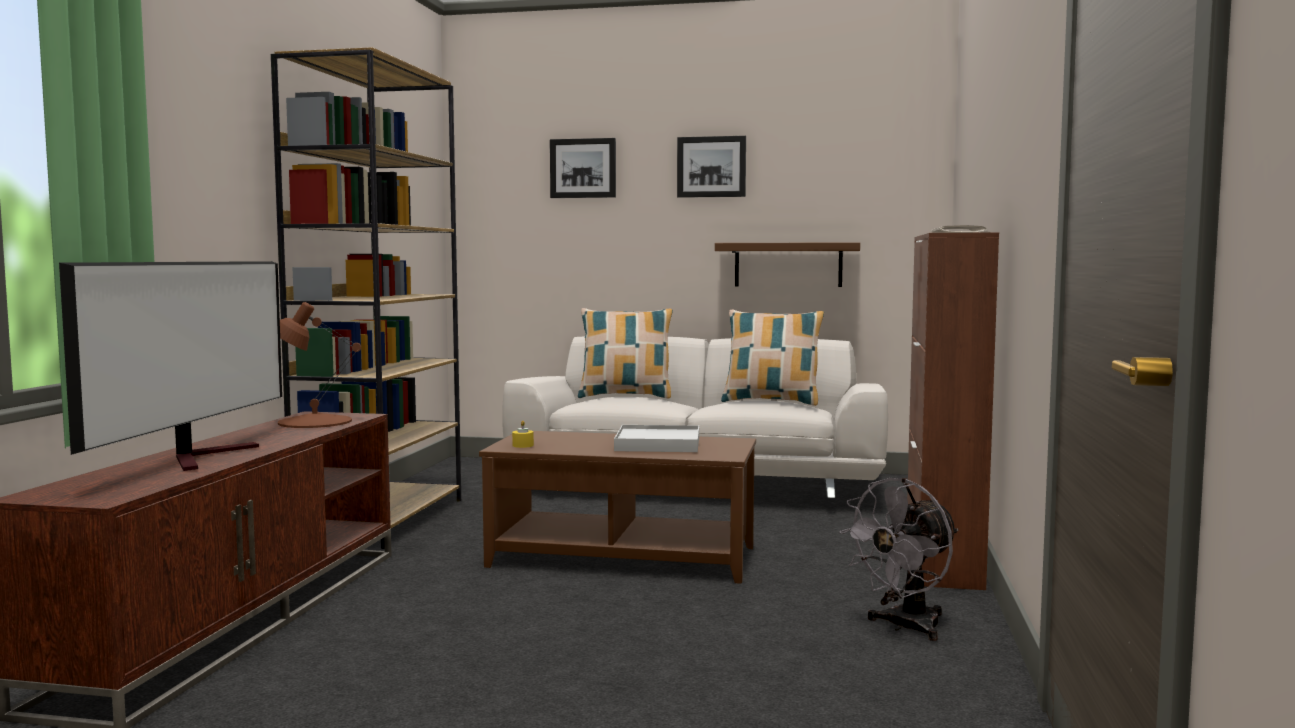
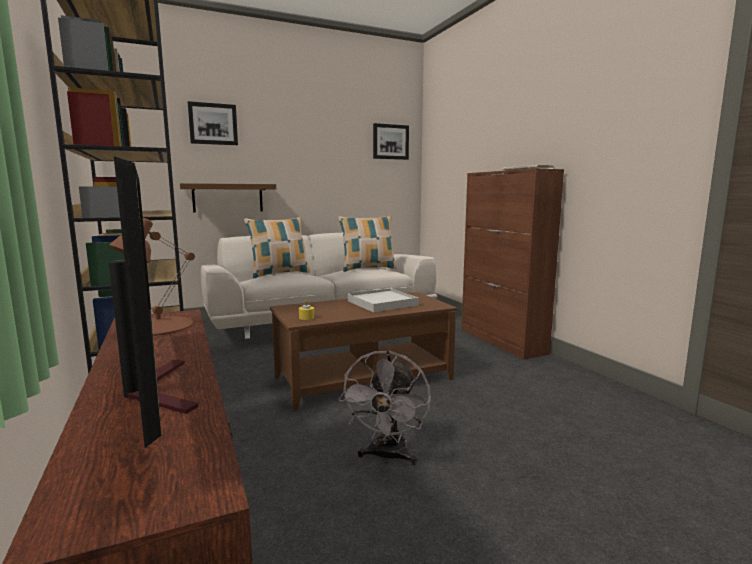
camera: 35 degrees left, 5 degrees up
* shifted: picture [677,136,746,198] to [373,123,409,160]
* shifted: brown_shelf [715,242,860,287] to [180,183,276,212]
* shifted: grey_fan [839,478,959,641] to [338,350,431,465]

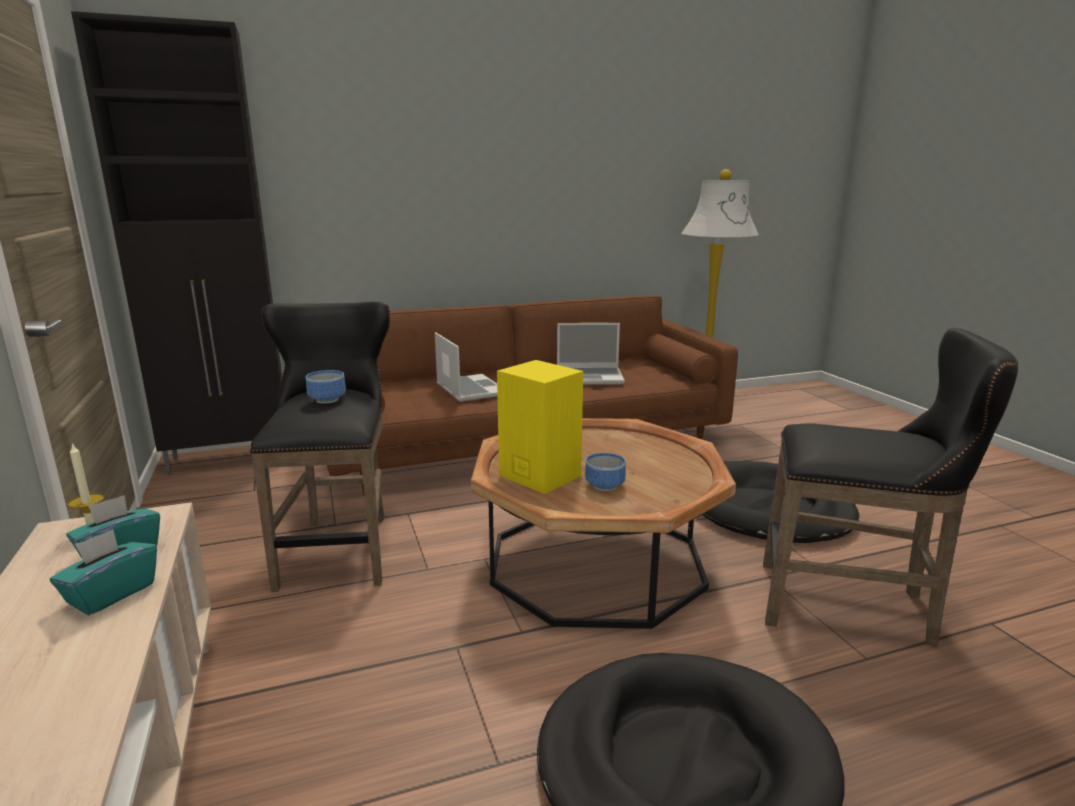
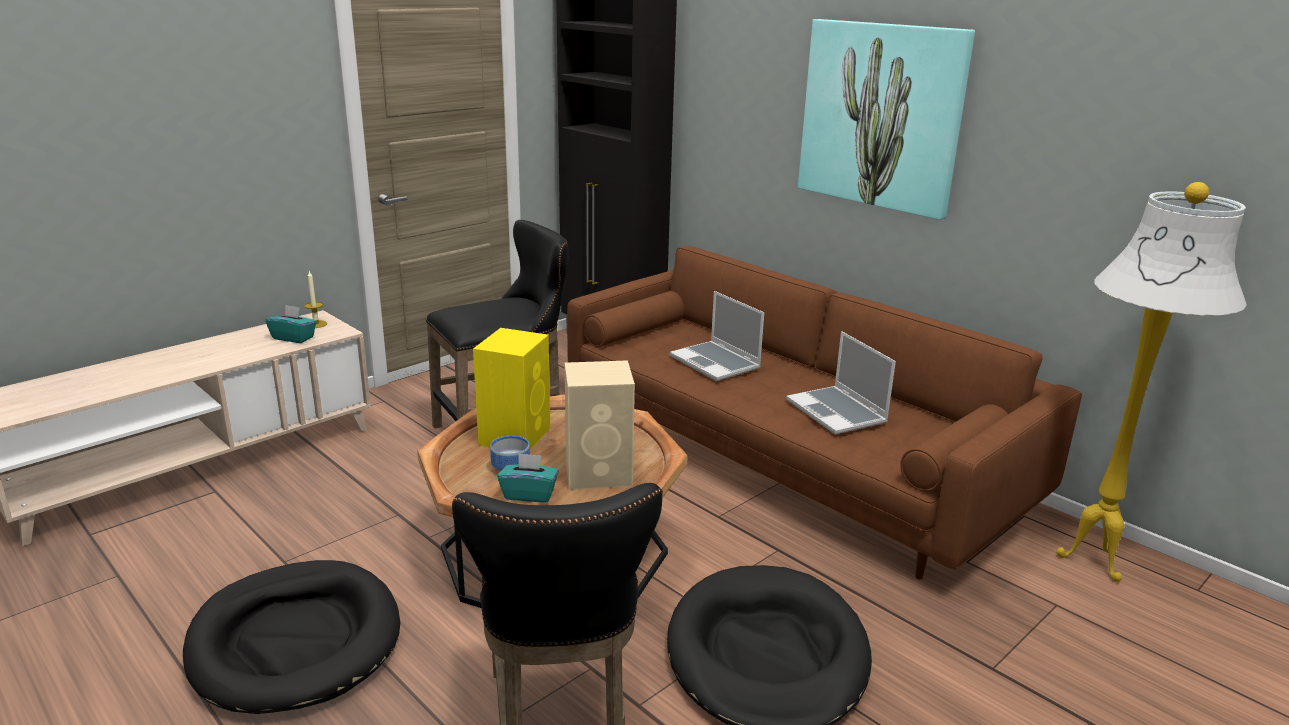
camera: 65 degrees right, 5 degrees up
* rotated: laptop [435,332,497,402] = [670,291,764,381] 105 degrees clockwise
* gone: bowl [306,370,346,404]
* shifted: turquoise_tissue_box [50,529,157,616] to [498,453,559,502]
* new: picture [798,19,975,220]
* new: beige_speaker [565,360,635,490]

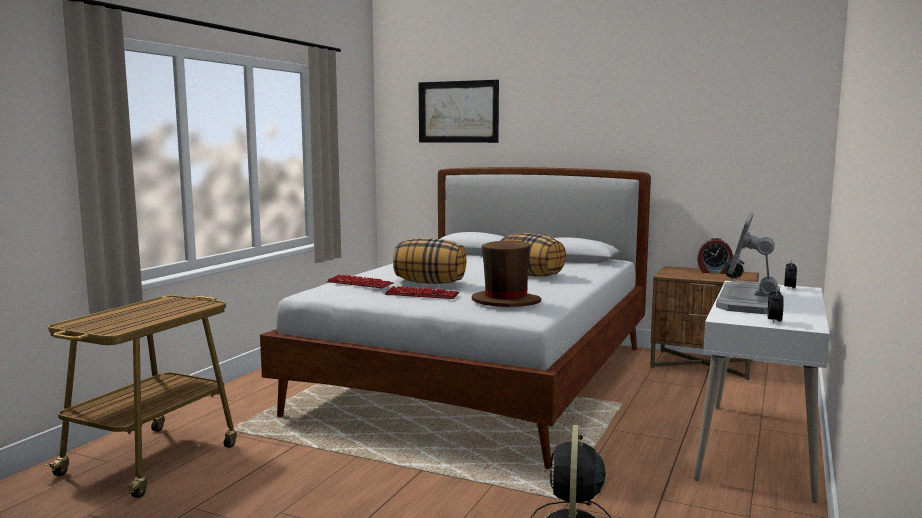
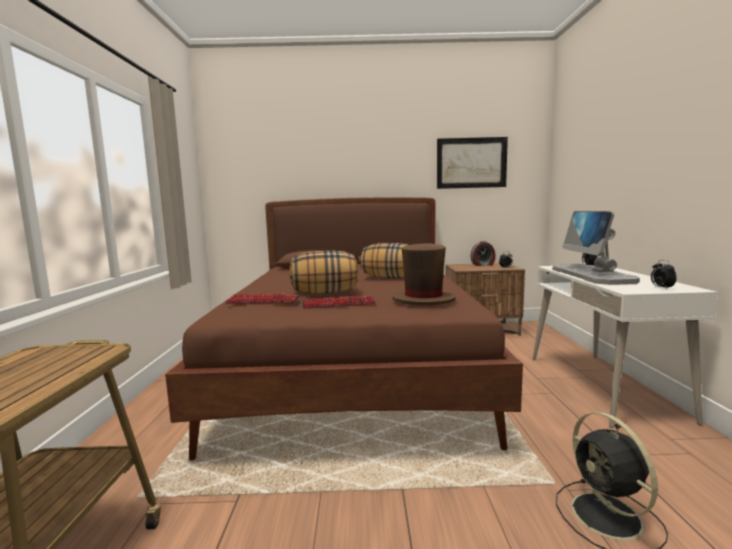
camera: 25 degrees left, 0 degrees up
* shifted: picture [419,80,499,143] to [437,137,508,189]
* repainted: white_bed [260,167,651,469] to brown_bed [165,197,523,461]

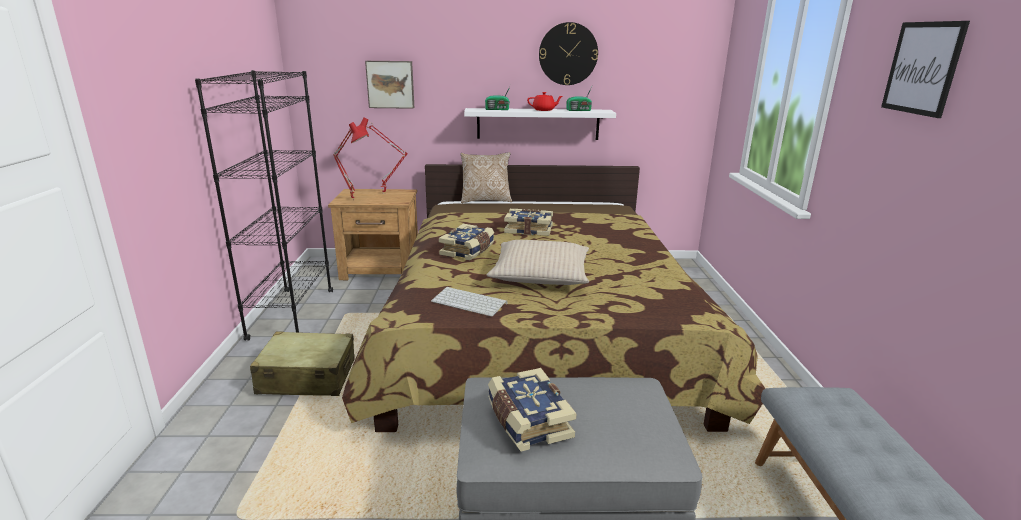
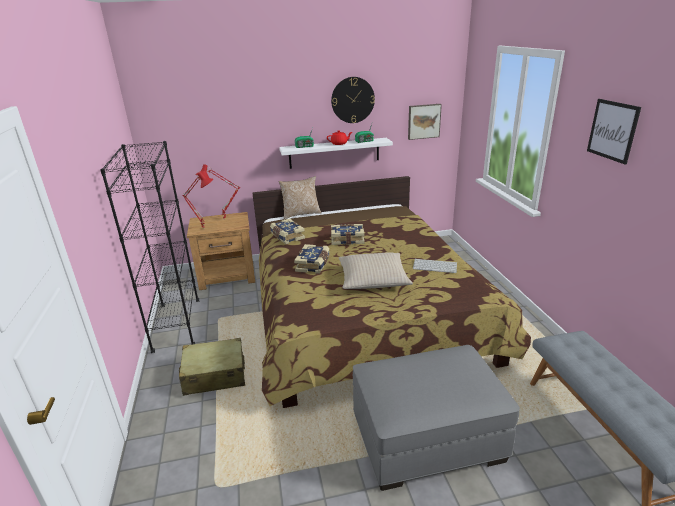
camera: 10 degrees left, 5 degrees up
* shifted: picture [365,61,414,109] to [408,104,442,140]
* shifted: keyboard [431,287,507,317] to [413,259,457,273]
* shifted: book [488,368,576,452] to [270,218,305,244]

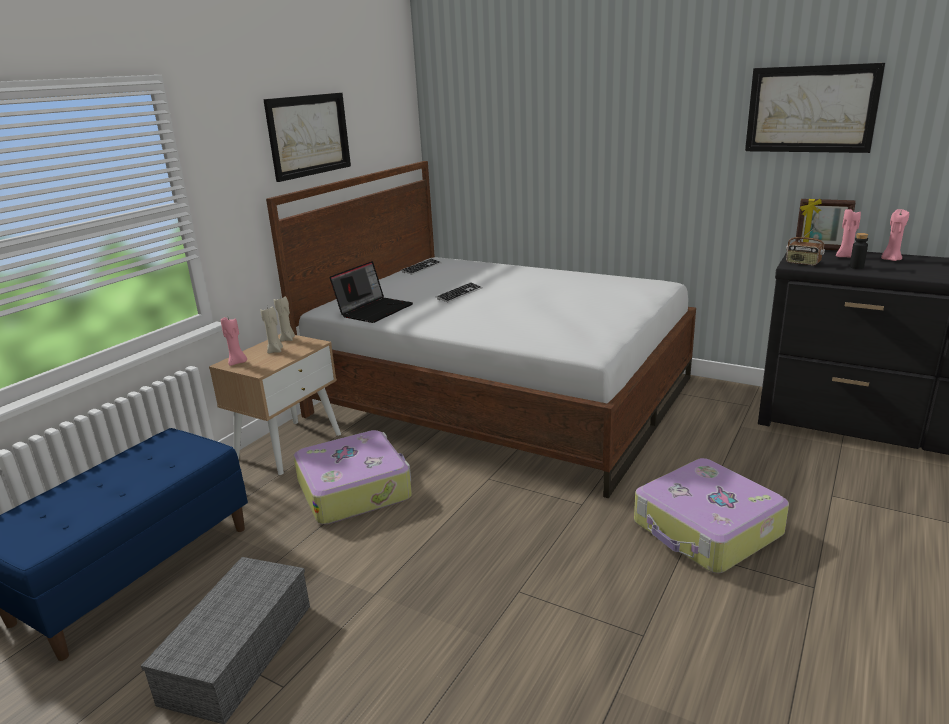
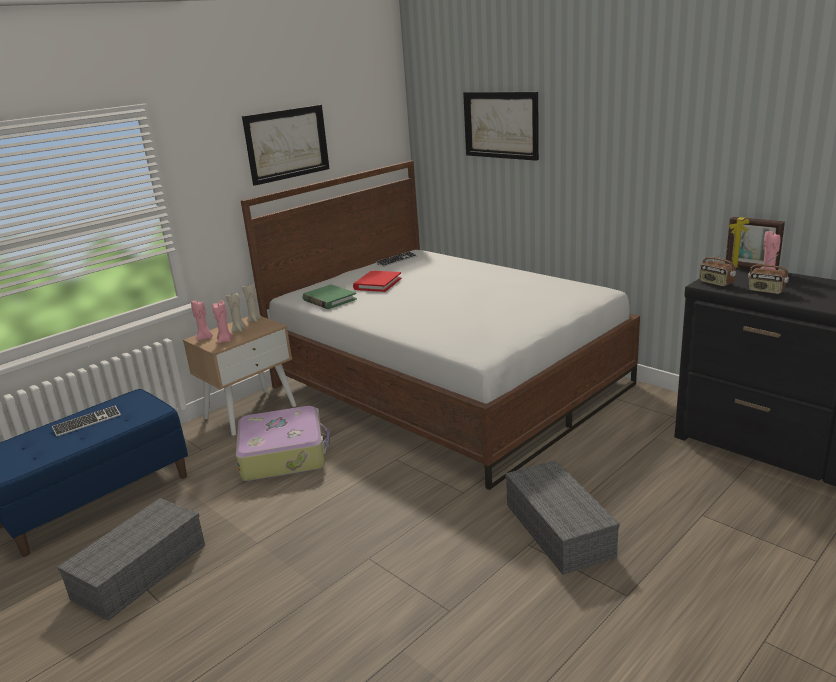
camera: 15 degrees right, 0 degrees up
* shifted: picture [745,63,885,153] to [463,92,539,161]
* shifted: pink_candle [881,209,909,261] to [213,301,234,343]
* swapped: black_bottle [850,233,868,269] to radio [748,254,789,294]
* swapped: laptop [330,261,413,323] to green_book [303,284,357,309]
* shifted: keyboard [436,282,483,302] to [52,406,121,437]
* swapped: suitcase [634,458,789,573] to grey_storage_box [505,460,620,575]
* new: red_book [353,271,402,292]

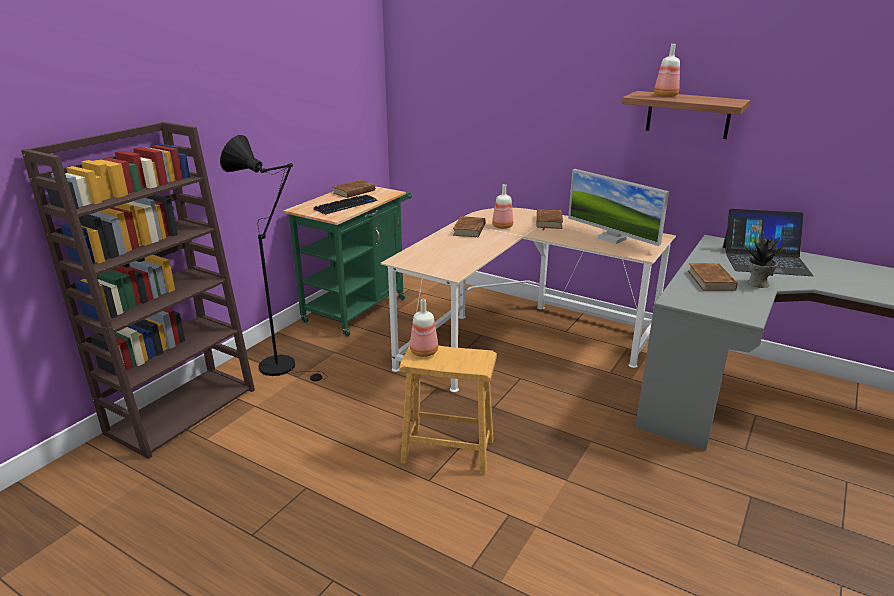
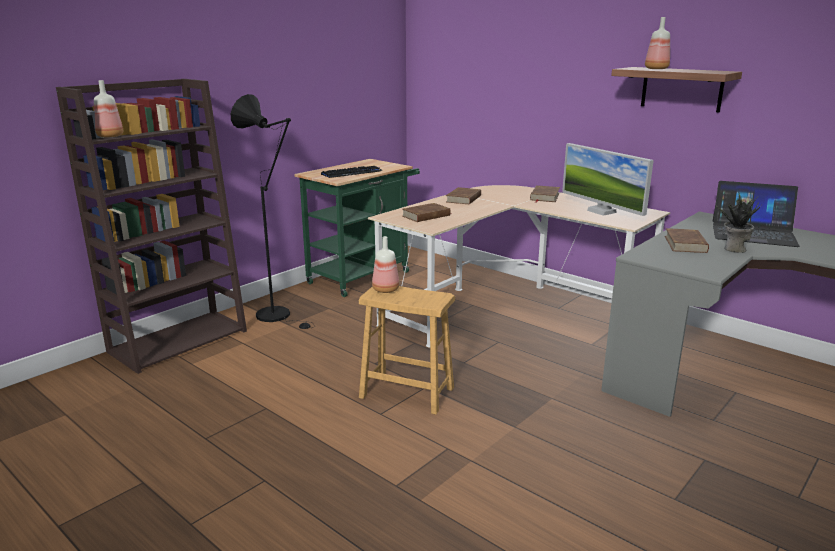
camera: 10 degrees right, 5 degrees down
* shifted: brown_book [333,180,376,198] to [402,203,452,222]
* shifted: bottle [492,184,513,229] to [94,80,123,137]

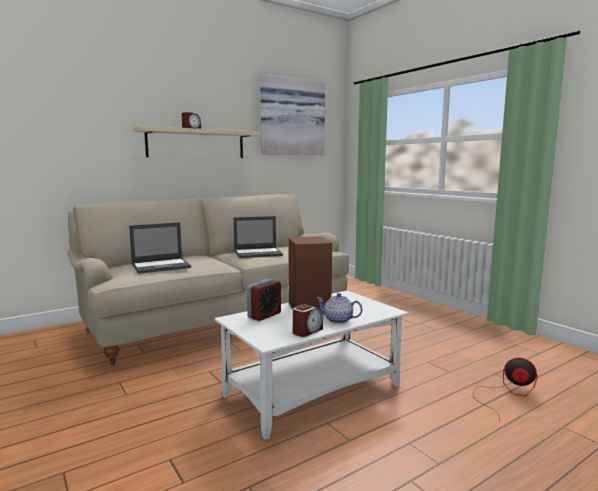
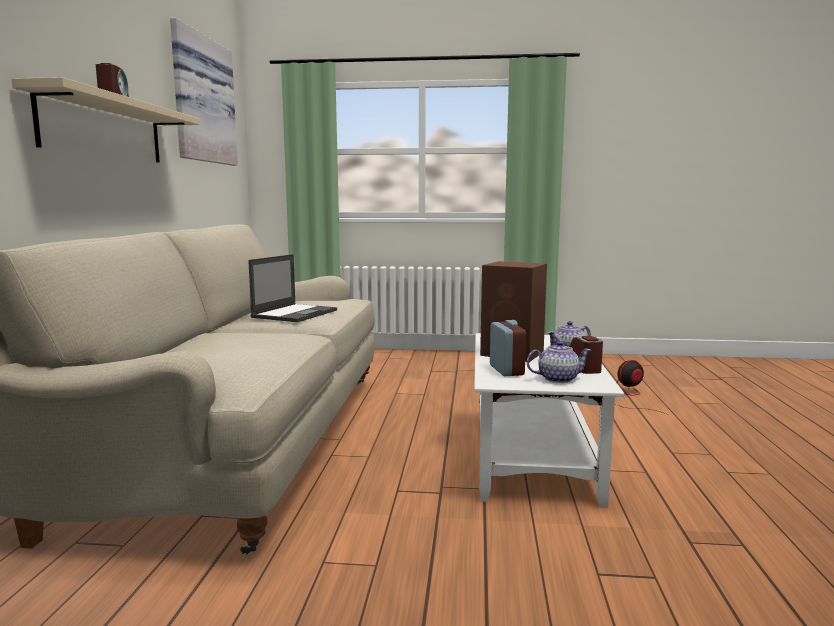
camera: 50 degrees left, 0 degrees up
* gone: laptop [129,223,191,274]
* new: teapot [527,341,592,383]

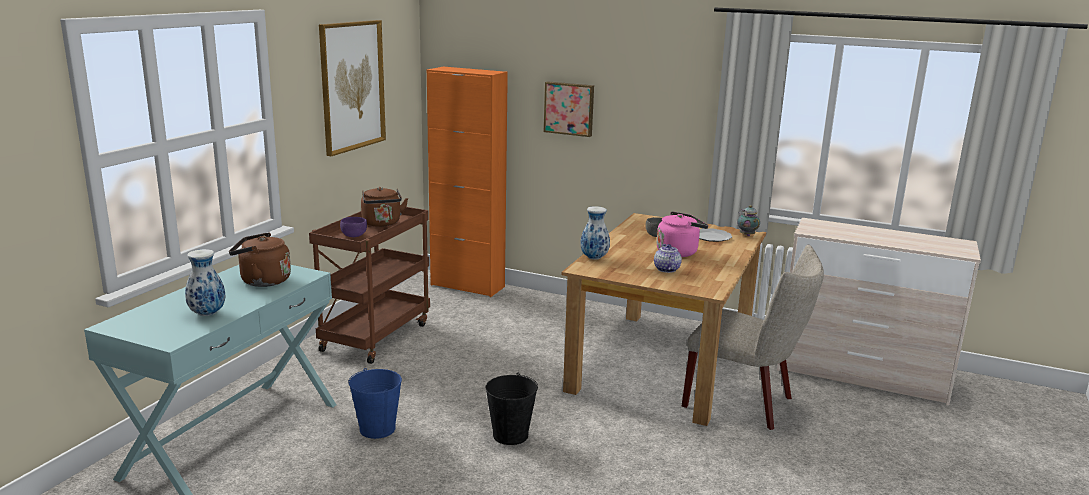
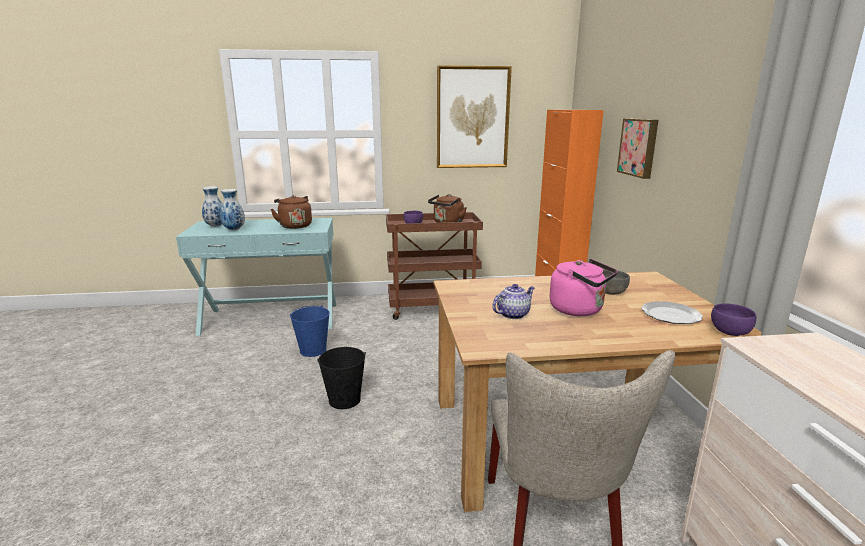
camera: 60 degrees right, 0 degrees up
* swapped: teapot [737,205,760,236] to purple_bowl [711,303,756,336]
* shifted: vase [580,206,610,260] to [202,186,223,227]

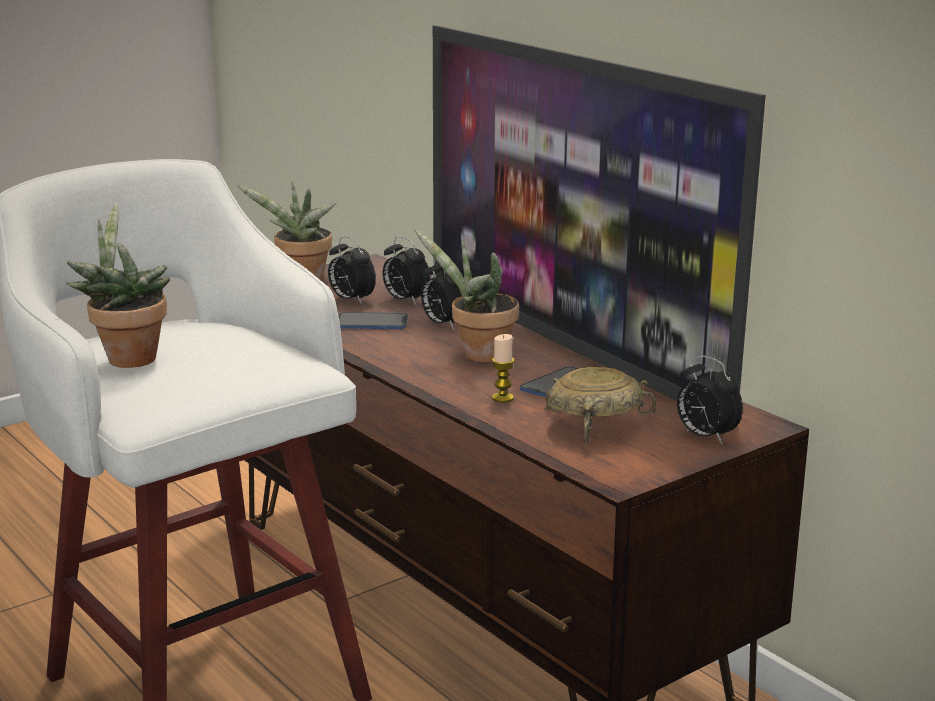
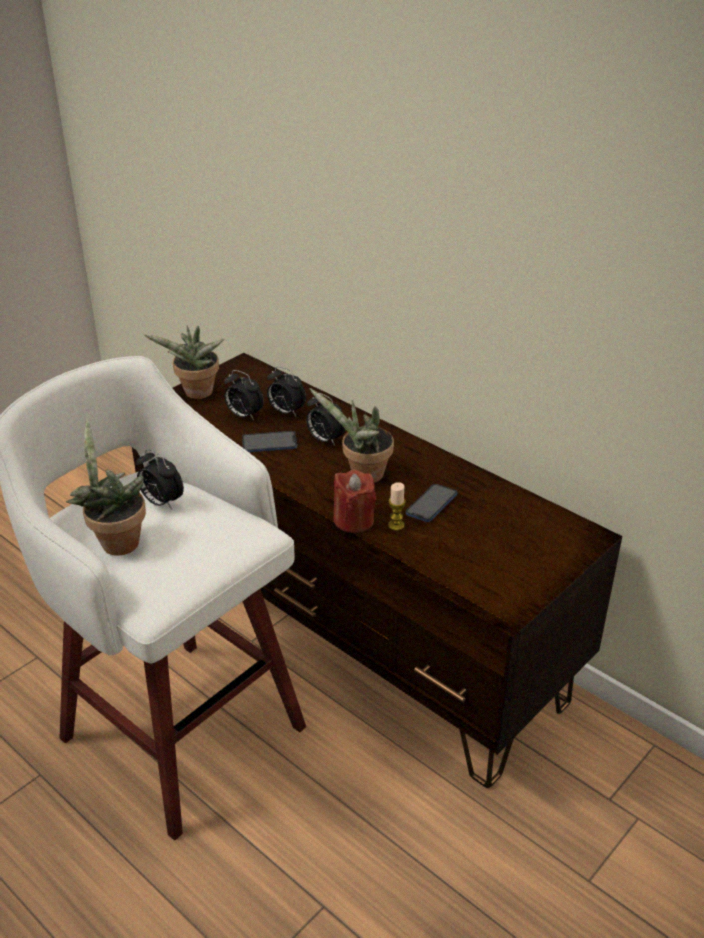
camera: 10 degrees left, 15 degrees up
* gone: television [433,25,766,427]
* shifted: alarm_clock [677,355,743,444] to [136,449,184,510]
* gone: beige_bowl [544,367,658,447]
* new: red_candle [334,469,376,533]

